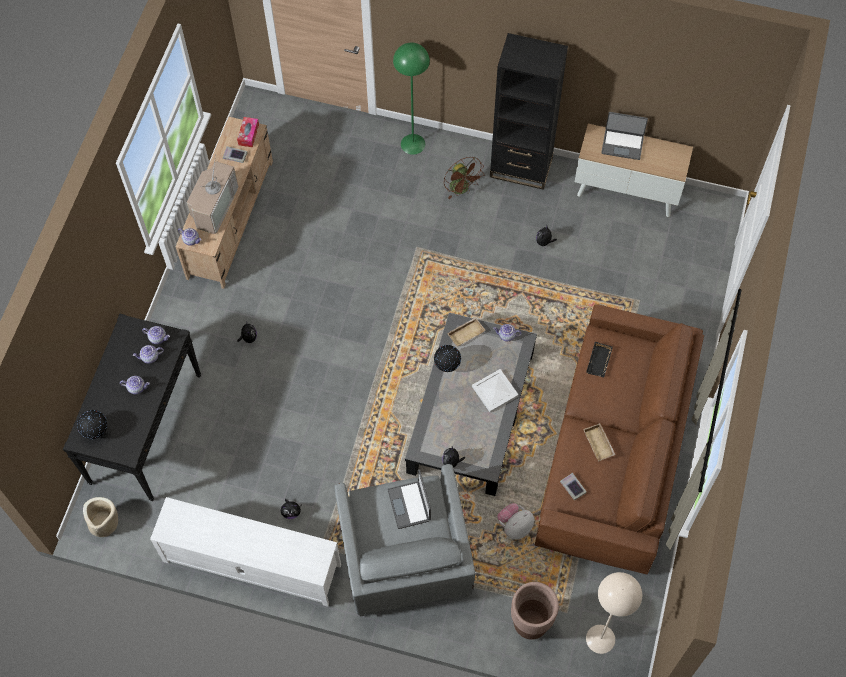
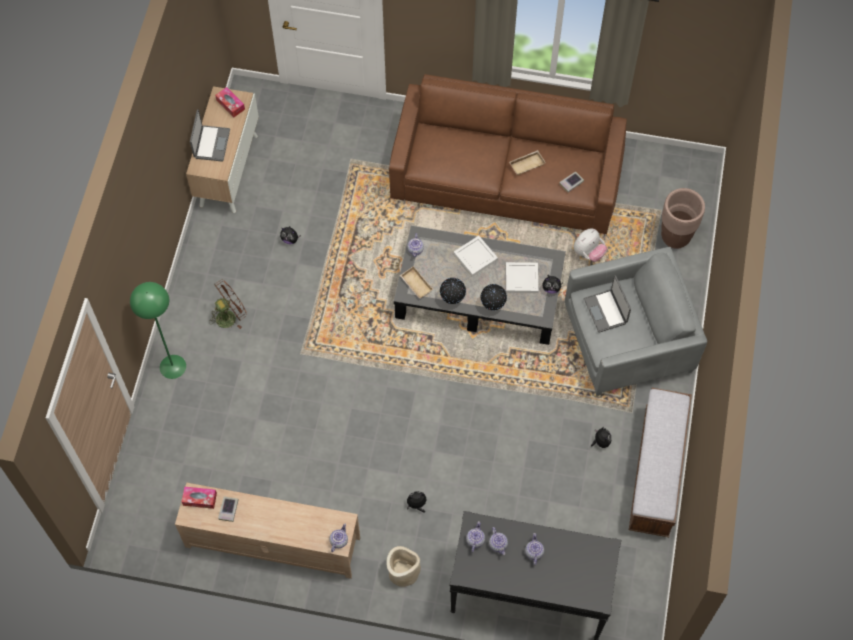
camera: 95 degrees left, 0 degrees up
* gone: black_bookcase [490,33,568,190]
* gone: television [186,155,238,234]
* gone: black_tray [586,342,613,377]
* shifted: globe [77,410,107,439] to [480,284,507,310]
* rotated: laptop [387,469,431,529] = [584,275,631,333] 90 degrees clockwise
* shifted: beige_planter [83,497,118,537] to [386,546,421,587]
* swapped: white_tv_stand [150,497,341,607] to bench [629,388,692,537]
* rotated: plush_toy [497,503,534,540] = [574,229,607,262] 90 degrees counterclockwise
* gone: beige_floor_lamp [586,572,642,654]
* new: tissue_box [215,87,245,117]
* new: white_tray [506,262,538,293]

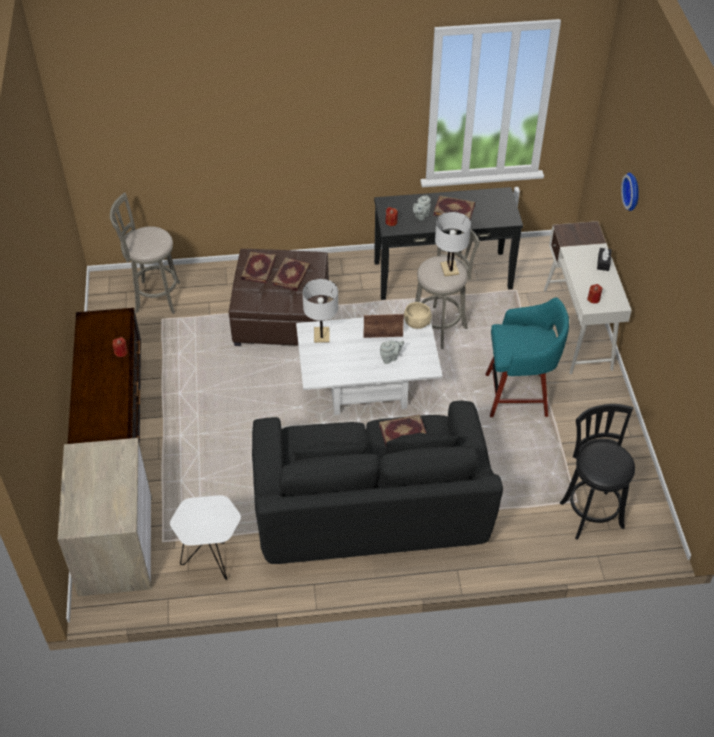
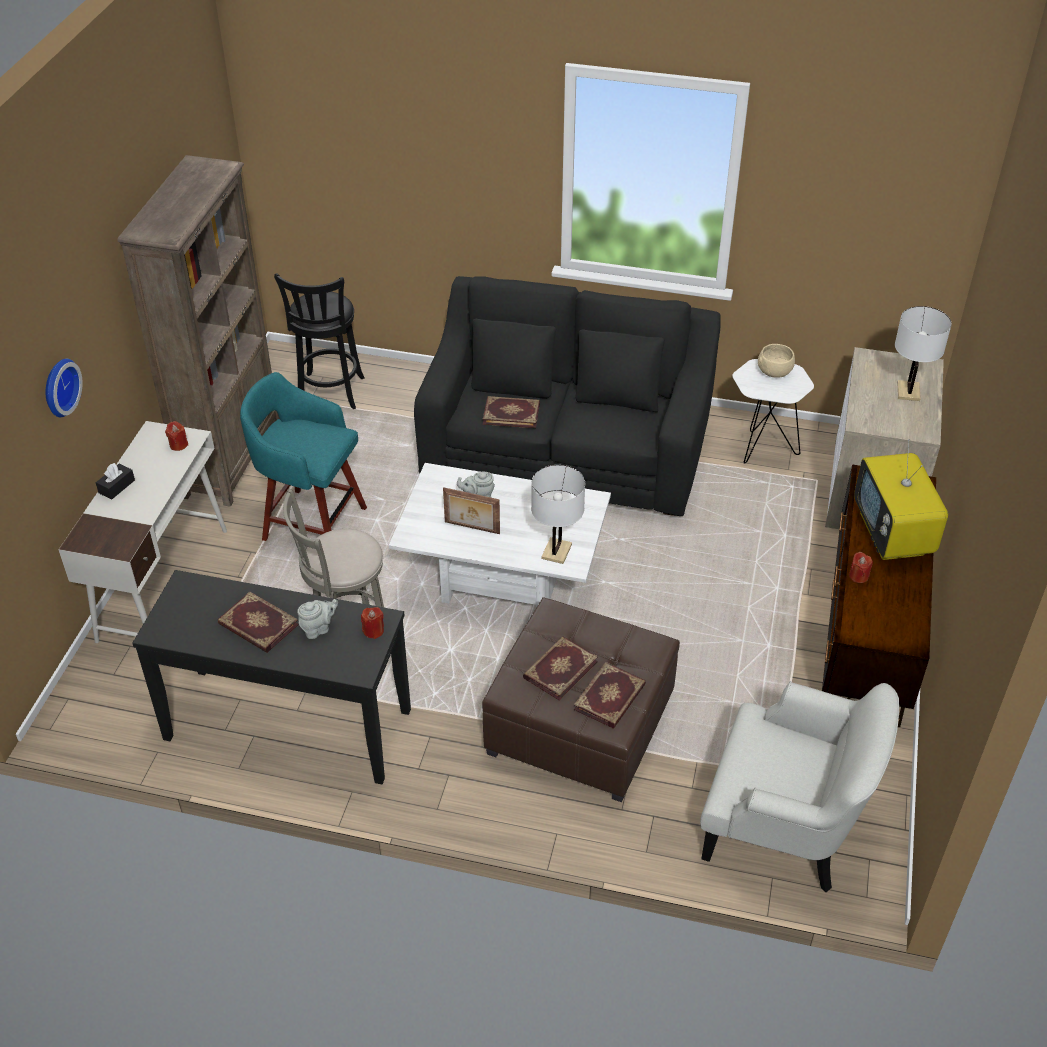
camera: 160 degrees left, 5 degrees down
* swapped: grey_stool [110,193,180,314] to white_armchair [700,681,899,892]
* shifted: white_table_lamp [435,212,471,276] to [895,306,952,401]
* shifted: beige_bowl [404,302,432,329] to [758,344,795,378]
* new: brown_bookcase [118,155,280,507]
* new: television [854,439,948,560]

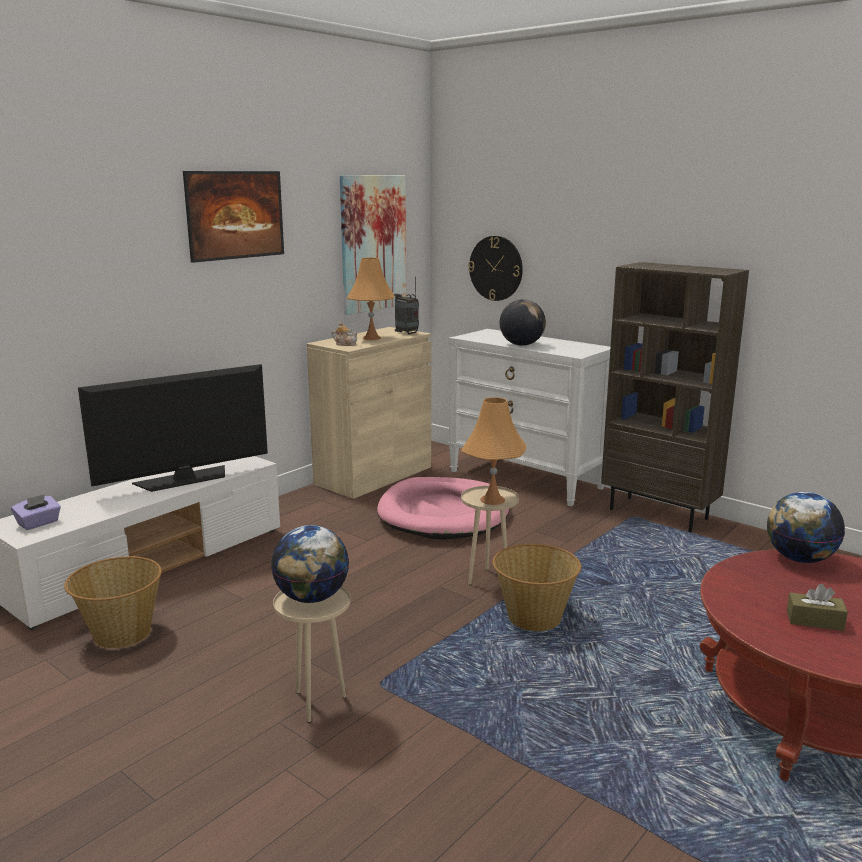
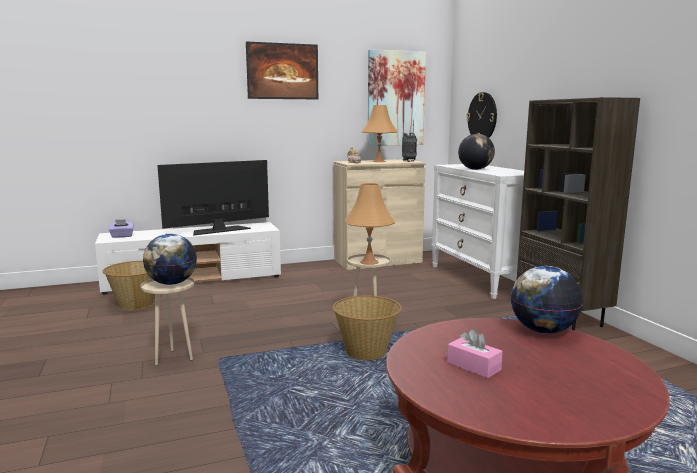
camera: 30 degrees right, 5 degrees down
* rotated: television [78,364,268,492] = [157,160,269,236] 150 degrees clockwise
* gone: pink_dog_bed [377,477,510,540]
* repainted: brown_tissue_box [787,584,848,631] to pink_tissue_box [447,329,503,378]

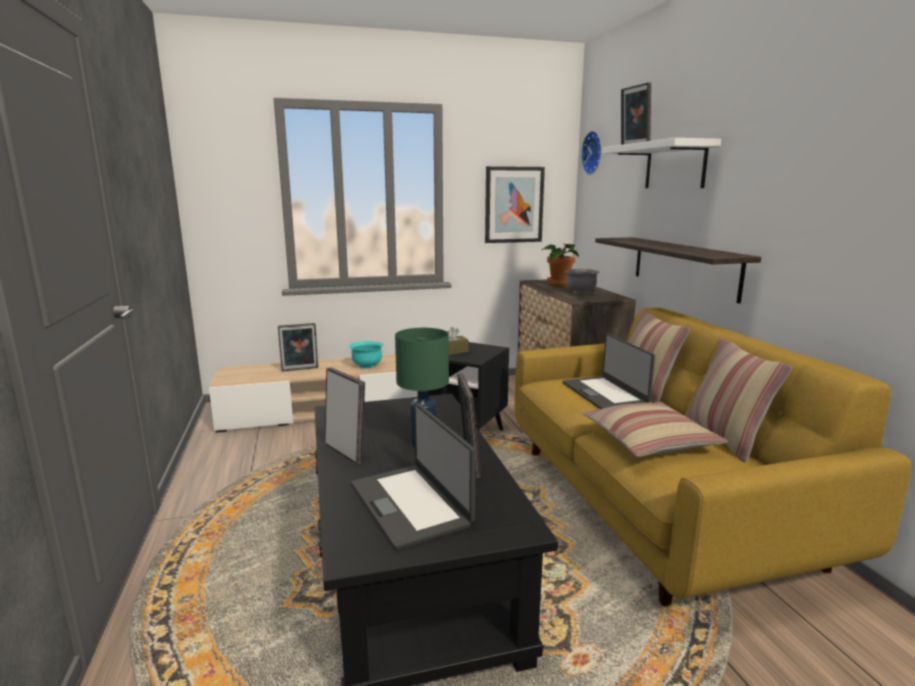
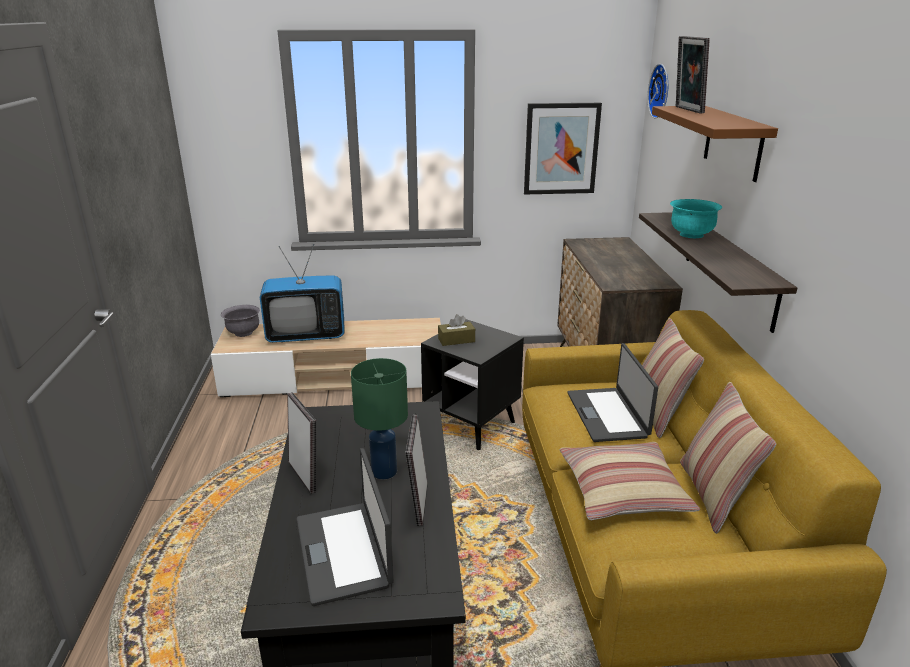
camera: 10 degrees right, 10 degrees up
* repainted: white_shelf [602,138,721,188] to brown_shelf [652,106,778,182]
* gone: potted_plant [542,244,579,287]
* shifted: grey_bowl [564,269,599,294] to [221,305,260,337]
* swapped: picture_frame [278,323,318,371] to television [260,244,345,342]
* shifted: turquoise_bowl [349,341,383,368] to [670,199,722,238]

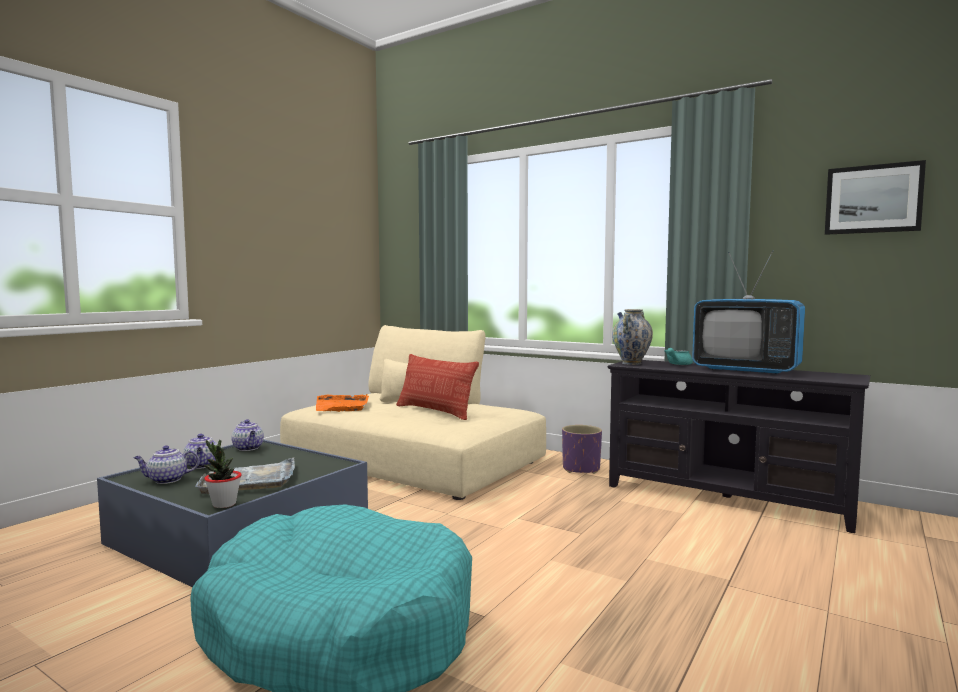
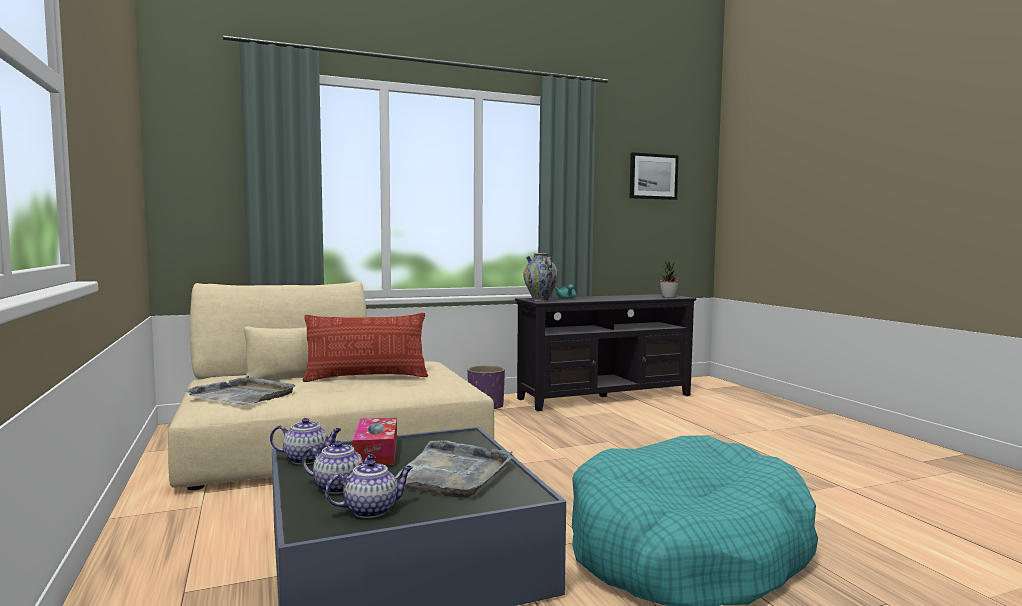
camera: 55 degrees left, 0 degrees up
* gone: television [692,250,805,375]
* repainted: orange_tray [316,394,369,412] to grey_tray [185,375,295,405]
* shifted: potted_plant [204,440,242,508] to [660,261,679,298]
* rotated: teapot [133,445,199,484] = [325,460,413,518] 135 degrees counterclockwise
* new: tissue_box [353,418,397,465]

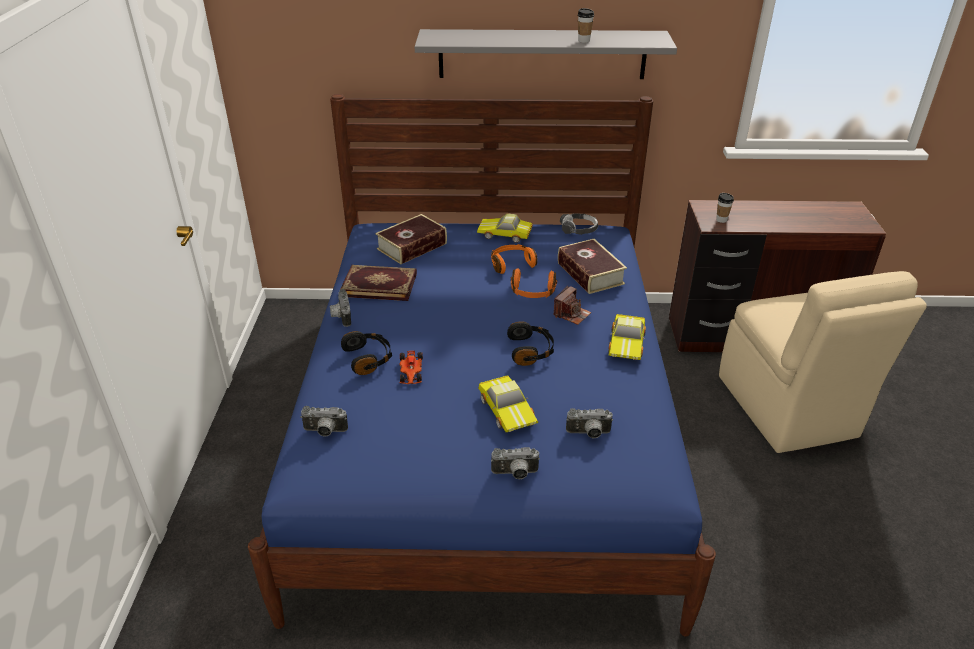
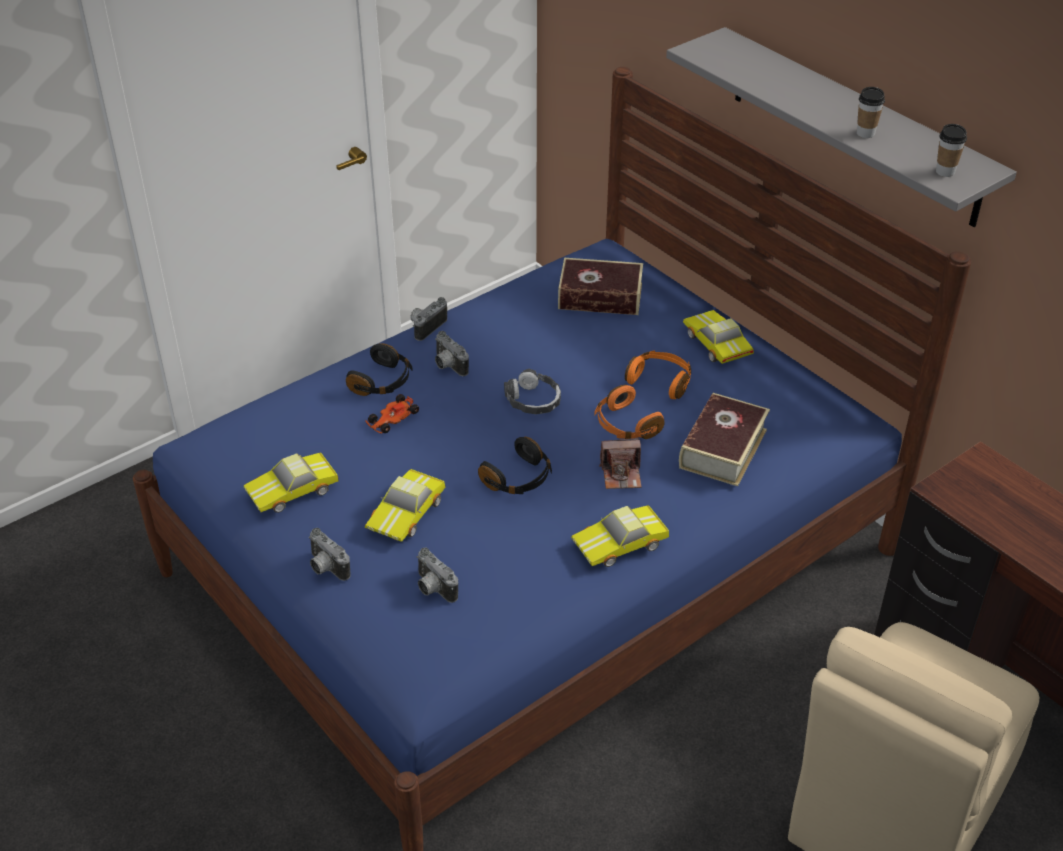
camera: 50 degrees right, 5 degrees up
* shifted: cup [716,193,734,223] to [936,124,967,177]
* shifted: headphones [560,213,598,235] to [504,369,561,414]
* gone: book [340,265,417,301]
* shifted: photo_camera [300,406,348,437] to [435,331,469,376]
* new: toy_car [244,452,339,513]

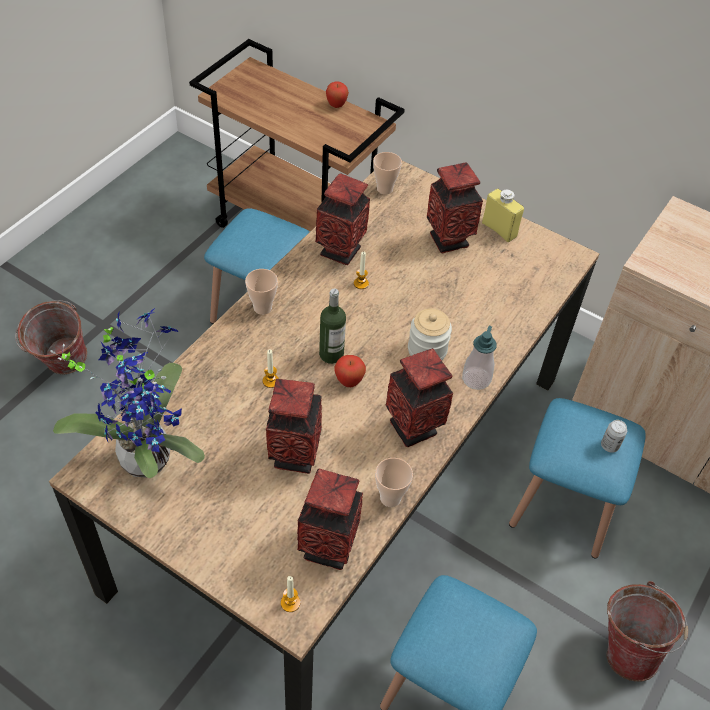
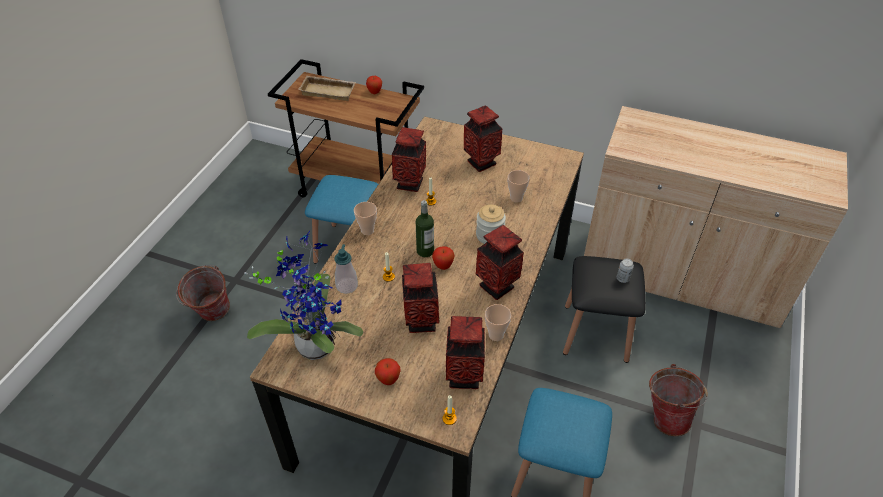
camera: 10 degrees left, 5 degrees down
* shifted: cup [373,152,402,194] to [507,170,530,202]
* gone: yellow_bottle [482,188,524,242]
* shifted: soap_dispenser [462,326,497,390] to [334,244,358,294]
* repainted: blue_stool [509,398,646,559] to black_stool [563,256,646,363]
* new: beige_tray [298,76,356,101]
* new: apple [375,358,400,385]

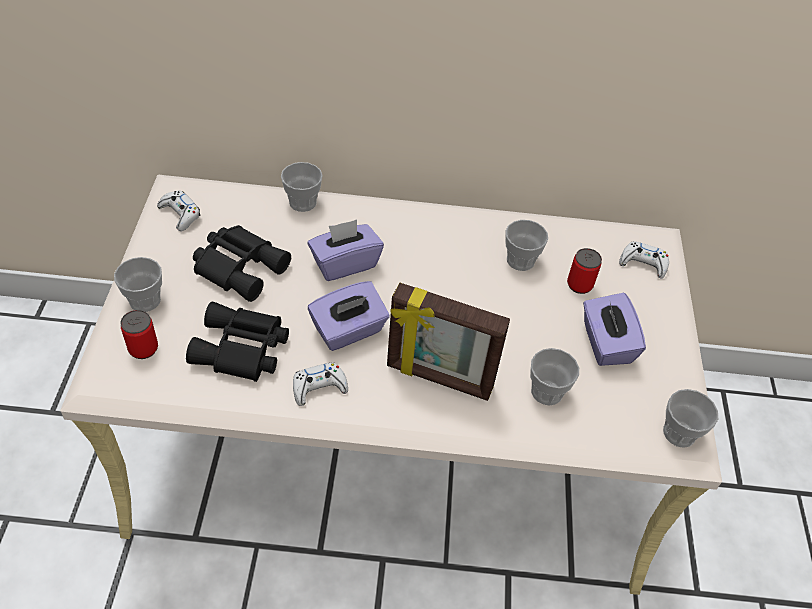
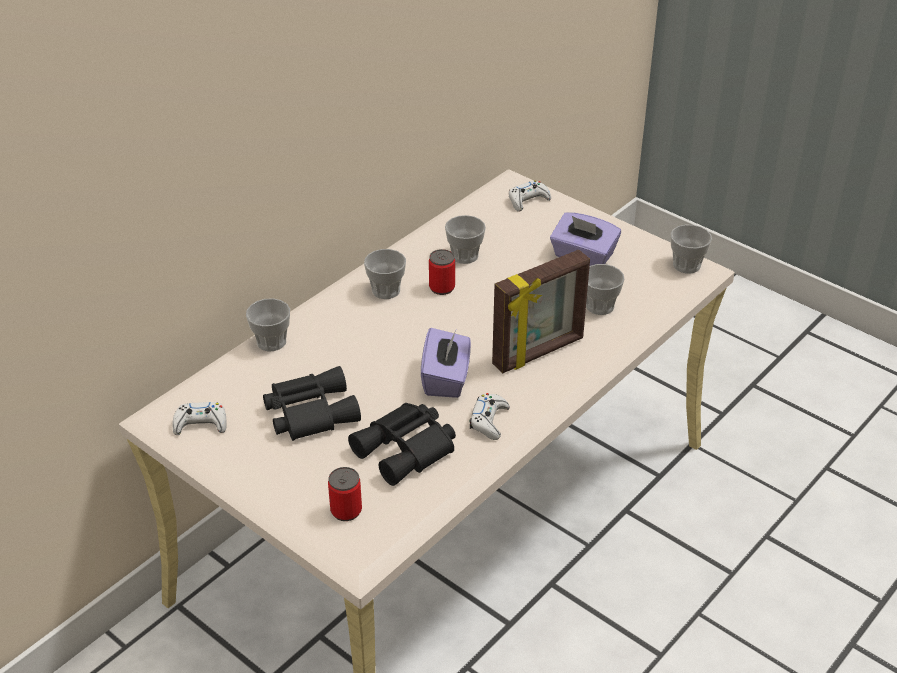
camera: 50 degrees left, 10 degrees down
* gone: purple_tissue_box [308,219,384,281]
* shifted: can [567,248,602,294] to [429,249,455,295]
* shifted: cup [114,257,162,312] to [364,249,406,299]

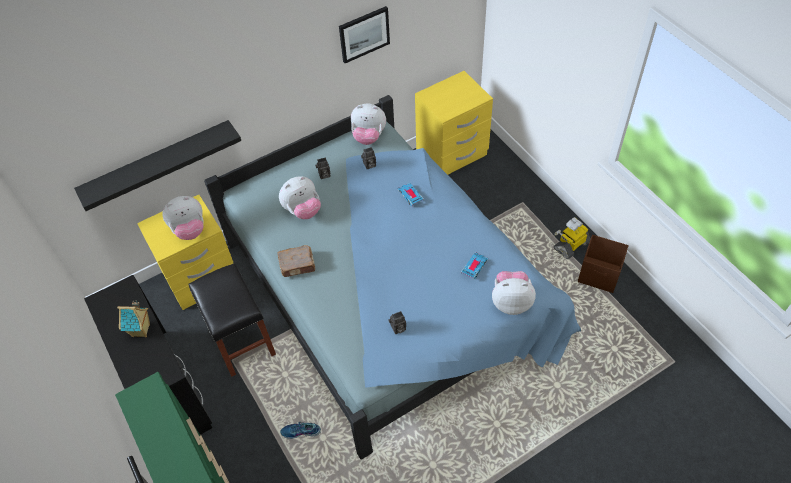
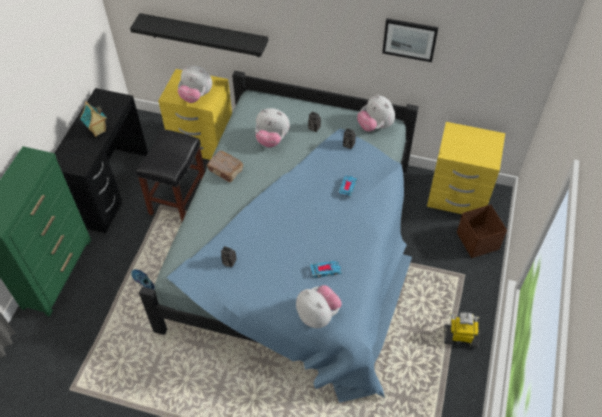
camera: 45 degrees right, 0 degrees up
* shifted: brown_storage_box [578,235,629,293] to [457,204,507,258]

